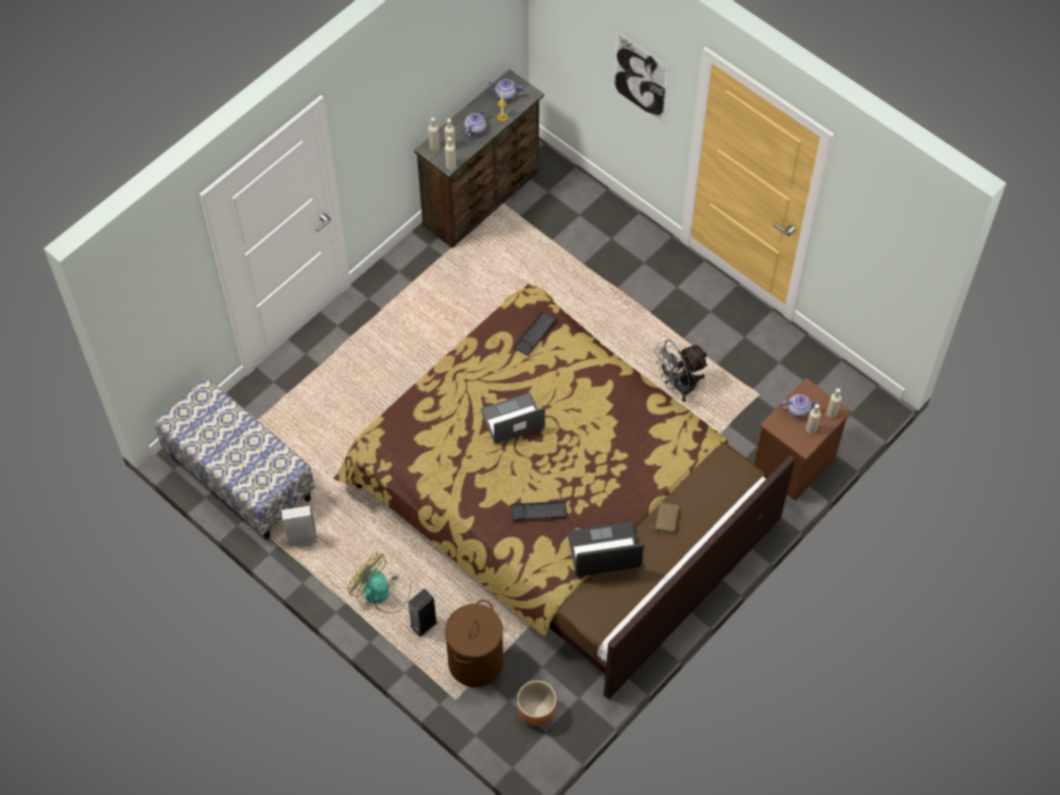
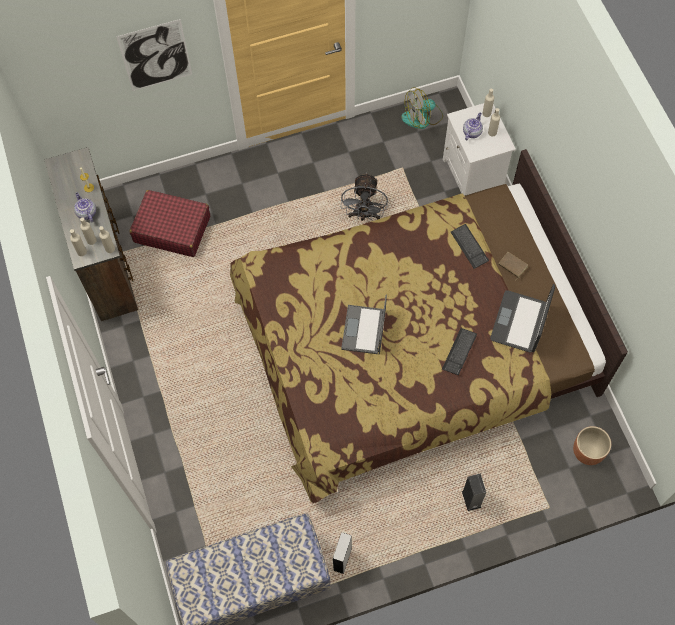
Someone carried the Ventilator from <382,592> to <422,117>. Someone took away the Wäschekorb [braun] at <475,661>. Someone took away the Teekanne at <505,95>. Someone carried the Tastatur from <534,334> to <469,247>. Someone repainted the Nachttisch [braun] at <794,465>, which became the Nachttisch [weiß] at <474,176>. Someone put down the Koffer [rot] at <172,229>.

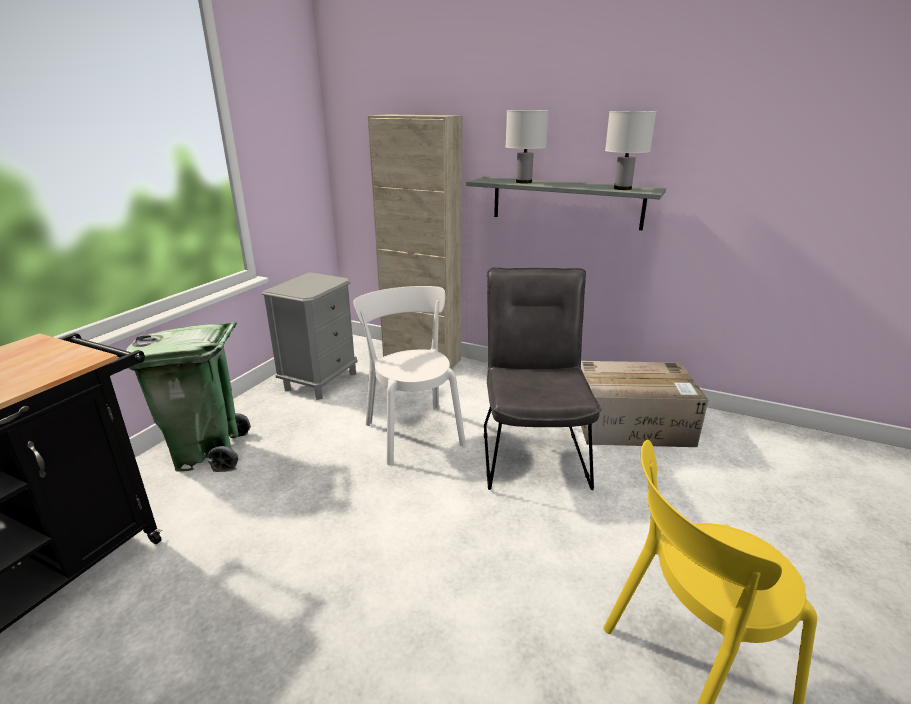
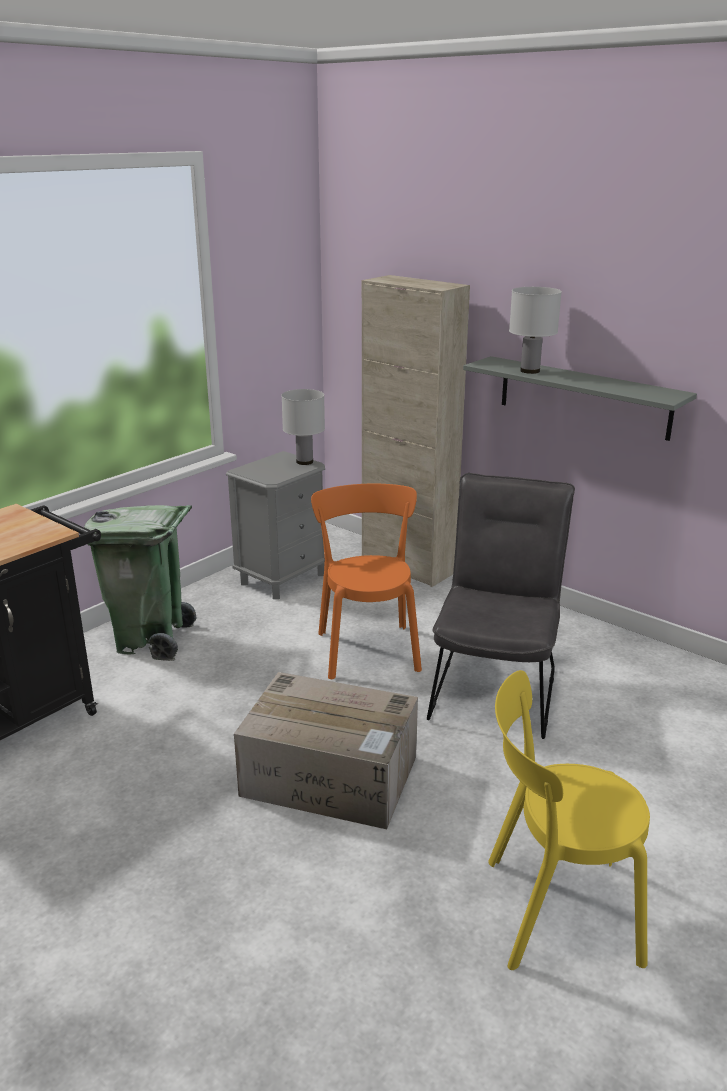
Someone repainted the Stuhl [weiß] at <412,431>, which became the Stuhl [orange] at <367,648>. Someone carried the Karton from <633,424> to <332,776>. Someone carried the Tischlampe [weiß] from <622,188> to <304,462>.

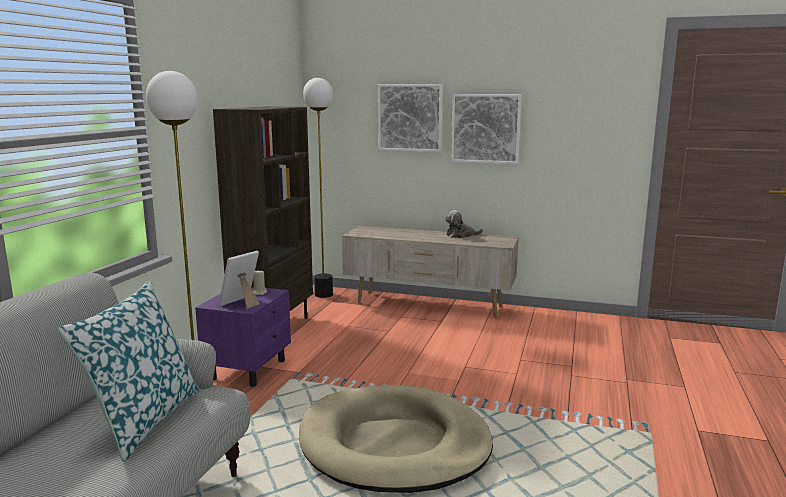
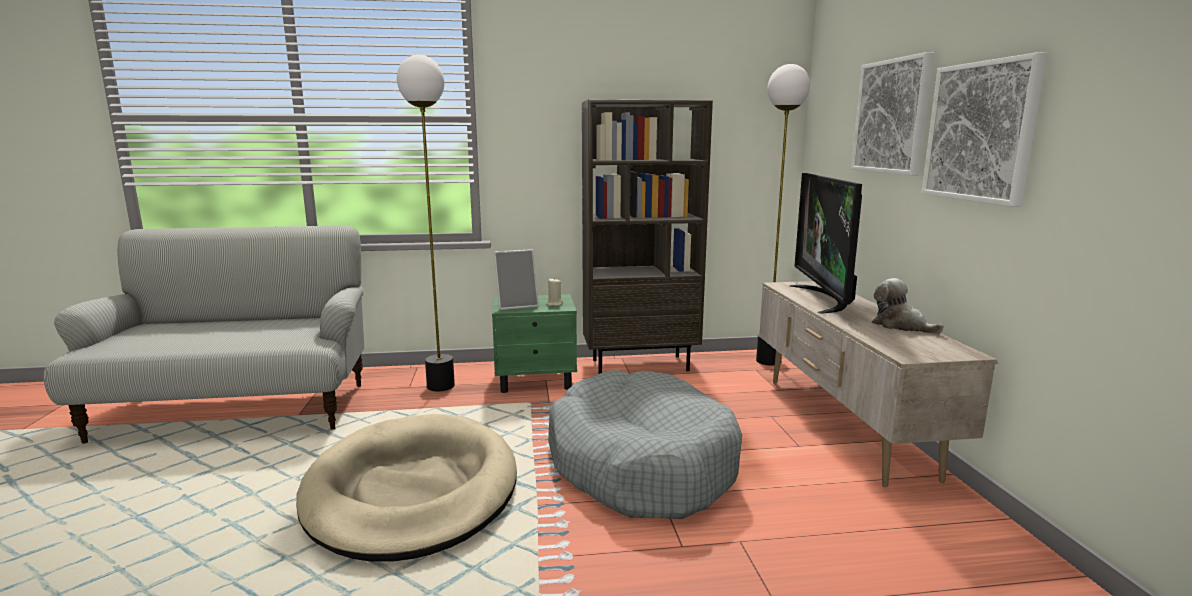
Someone took away the Kissen at <144,420>. Someone repainted the Nachttisch [lila] at <249,369>, which became the Nachttisch [grün] at <536,381>. Someone rotated the Bilderrahmen at <241,303> by 150 degrees clockwise. Someone put down the Hundebett [grau] at <640,464>. Someone put down the Fernseher at <824,299>.

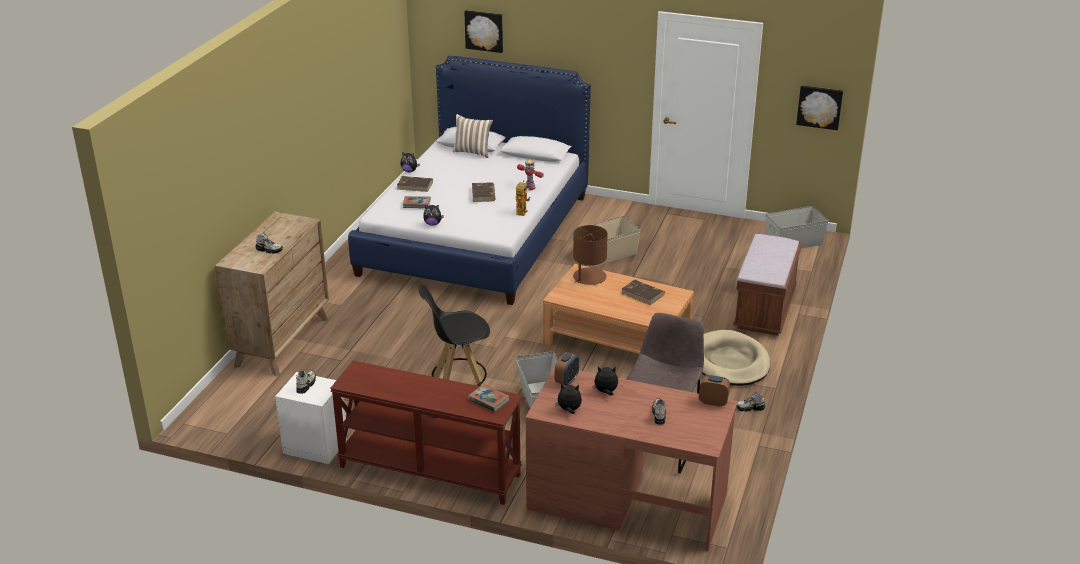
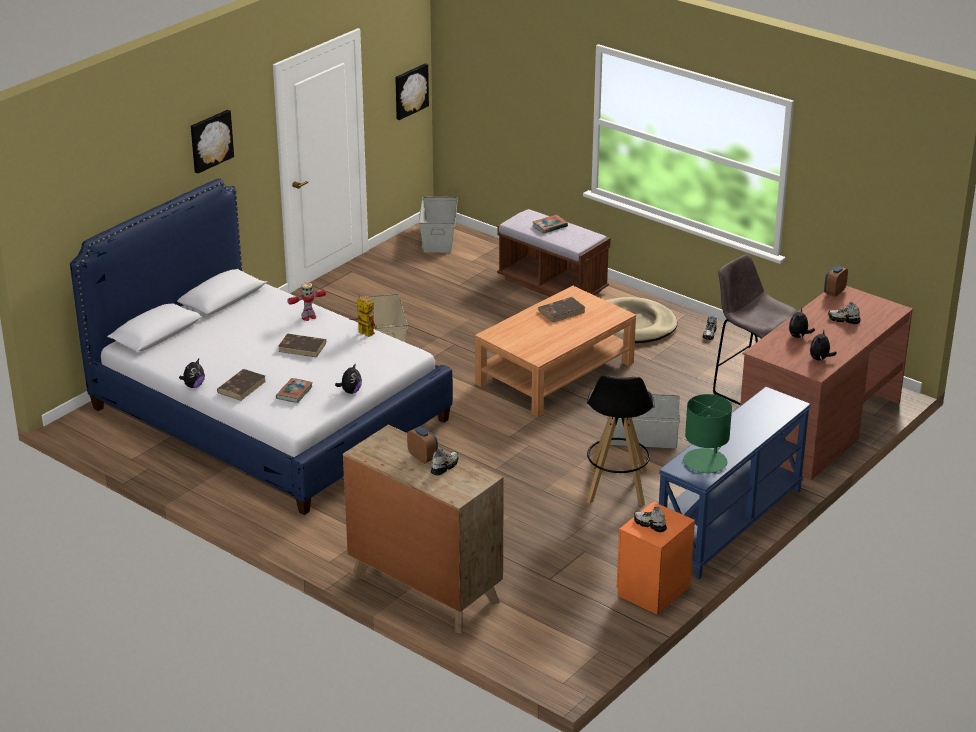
Someone repainted the Nachttisch [weiß] at <315,445>, which became the Nachttisch [orange] at <651,591>. Someone repainted the Konsolentisch [braun] at <428,471>, which became the Konsolentisch [blau] at <730,525>. Someone took away the Kissen at <473,152>. Someone carried the Bild from <484,30> to <210,140>. Someone carried the Buch from <488,400> to <549,226>. Someone carried the Wecker from <566,380> to <423,458>. Someone took away the Tischlampe [braun] at <589,277>. Someone put down the Tischlampe [grün] at <705,462>.

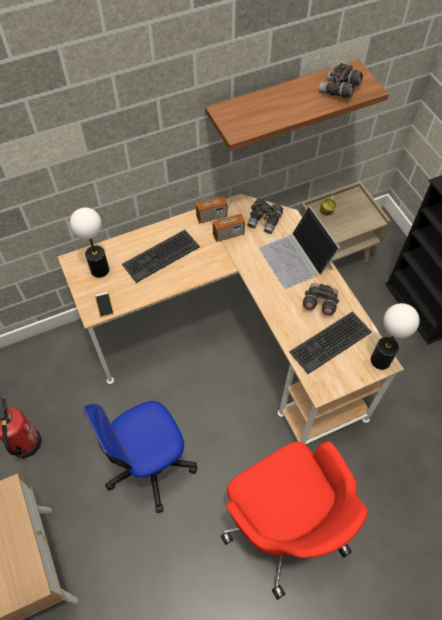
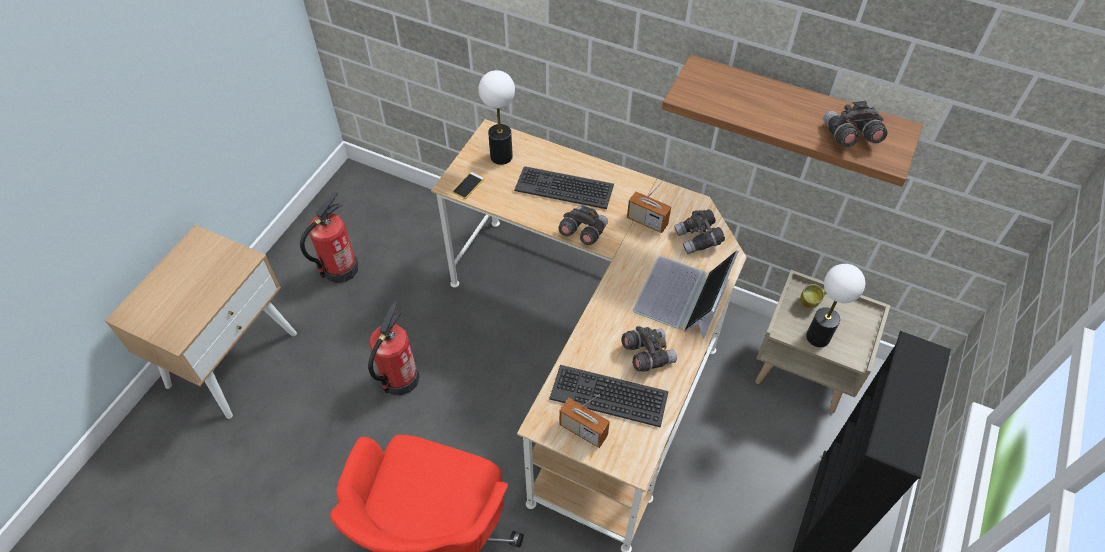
Someone swapped the Bürostuhl at <150,464> for the Feuerlöscher at <399,379>. Someone carried the Radio from <211,216> to <583,430>. Someone carried the Tischlampe from <380,360> to <818,337>. Someone put down the Fernglas [grau] at <582,232>.

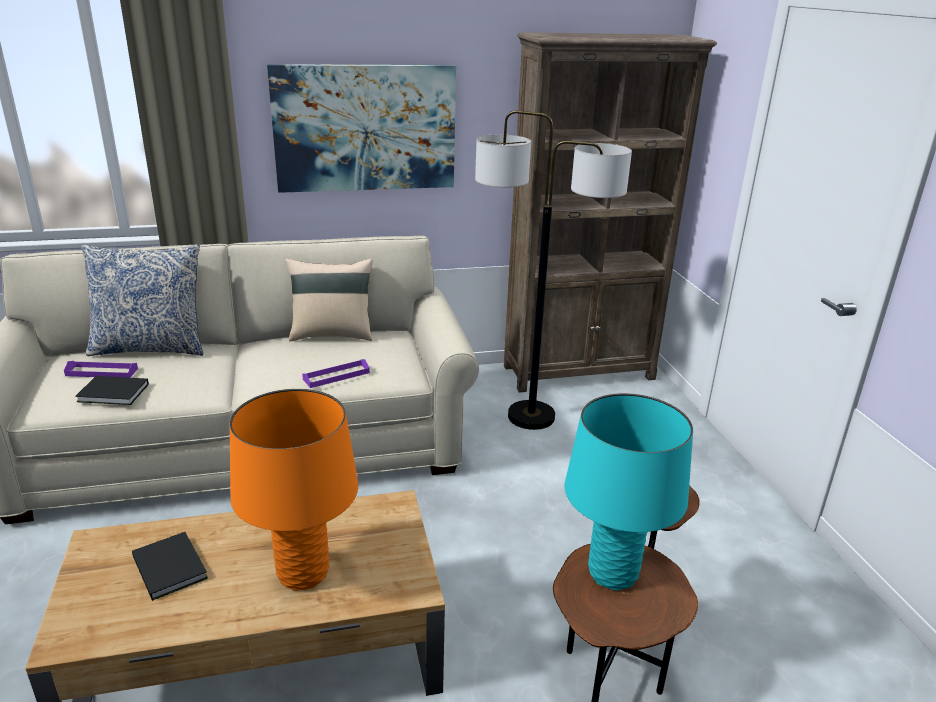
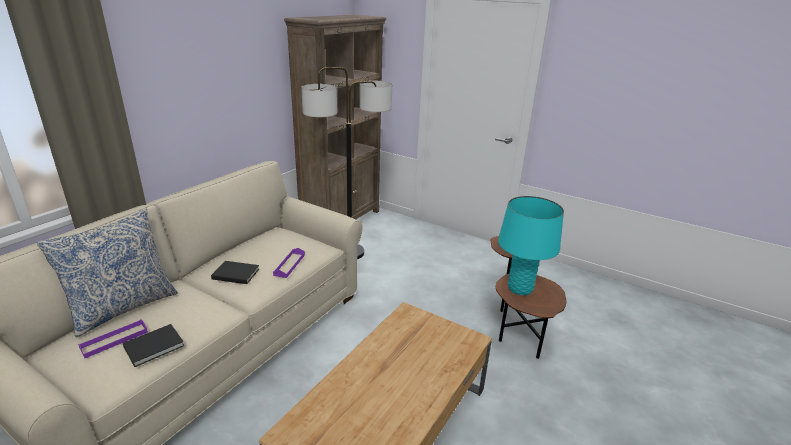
Someone carried the Buch [schwarz] from <170,566> to <235,273>. Someone took away the Tischlampe [orange] at <303,573>. Someone took away the Bild at <365,128>. Someone took away the Kissen [beige] at <332,334>.

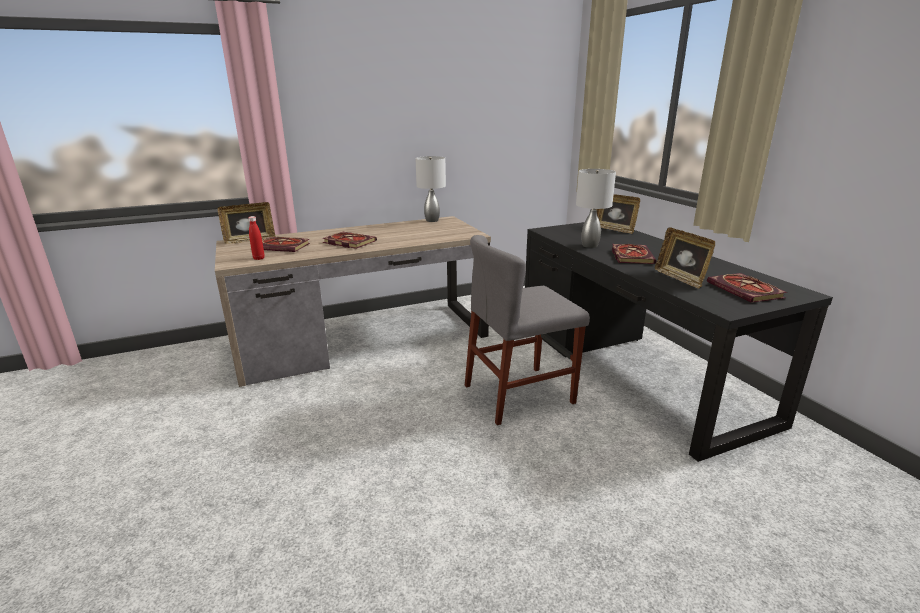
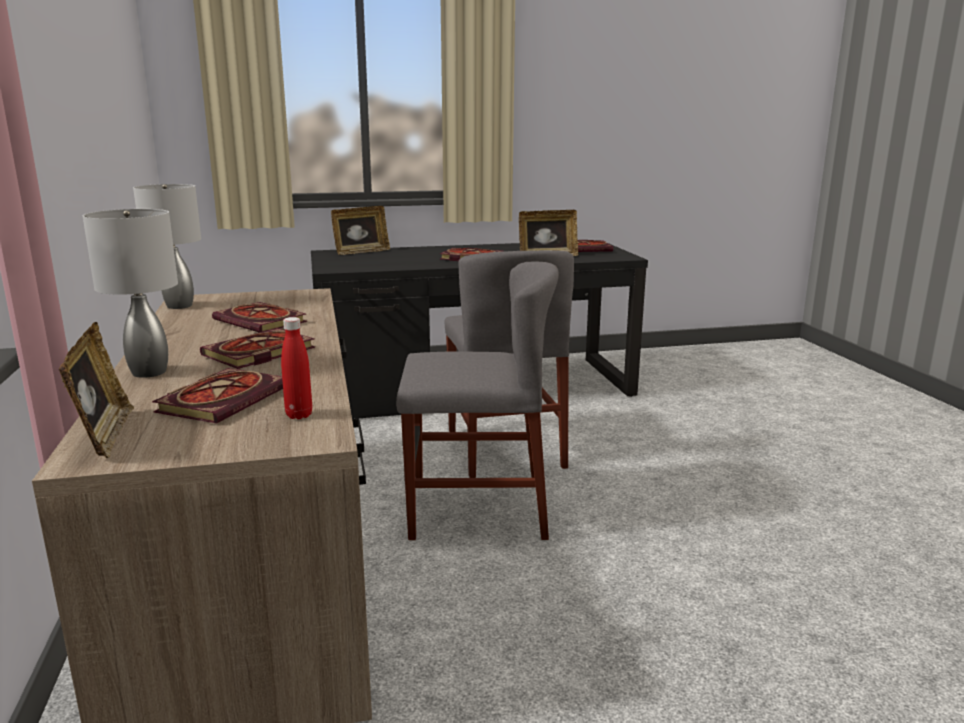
Someone carried the Tischlampe [grau] from <589,245> to <148,372>. Someone put down the Buch at <263,321>. Someone put down the Stuhl [grau] at <477,510>.

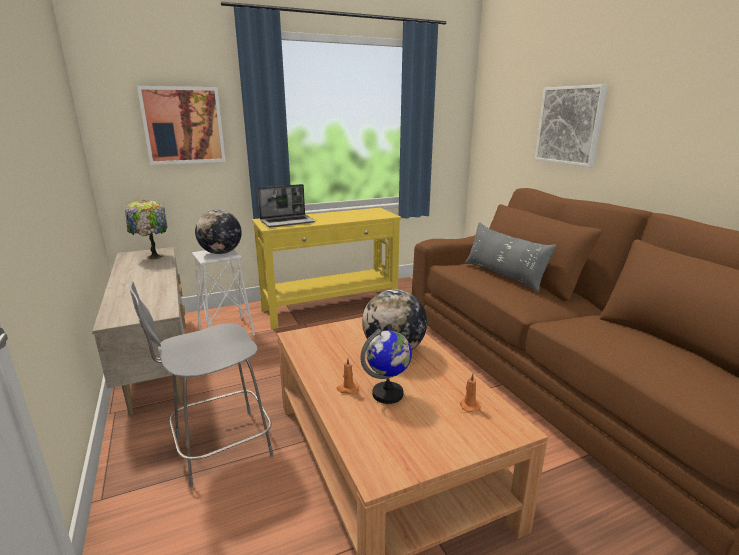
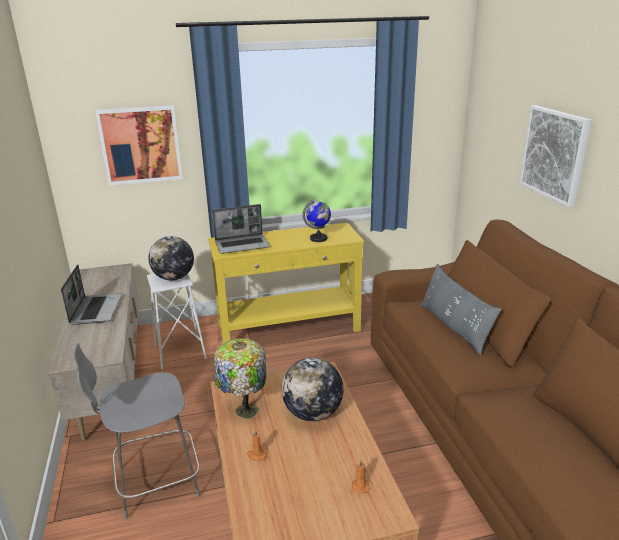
Someone carried the Tischlampe from <153,256> to <244,410>. Someone carried the Globus from <388,394> to <319,239>. Someone put down the Laptop at <96,310>.

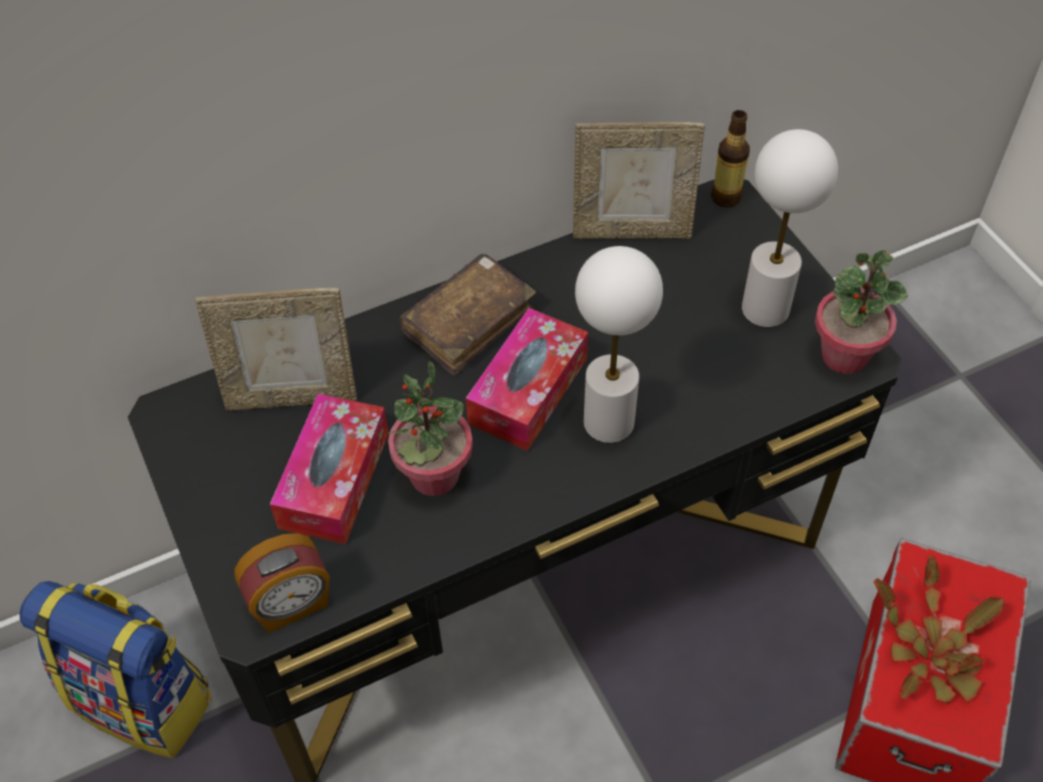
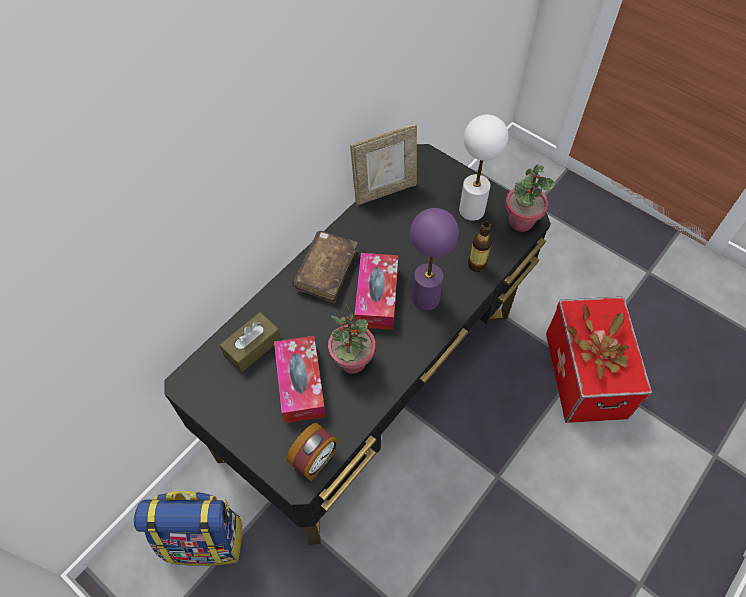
Someone swapped the Bilderrahmen at <292,396> for the Taschentuchbox [braun] at <252,347>. Someone repainted the Tischlampe [weiß] at <609,422>, which became the Tischlampe [lila] at <426,298>. Someone carried the Flasche from <725,197> to <477,264>.

